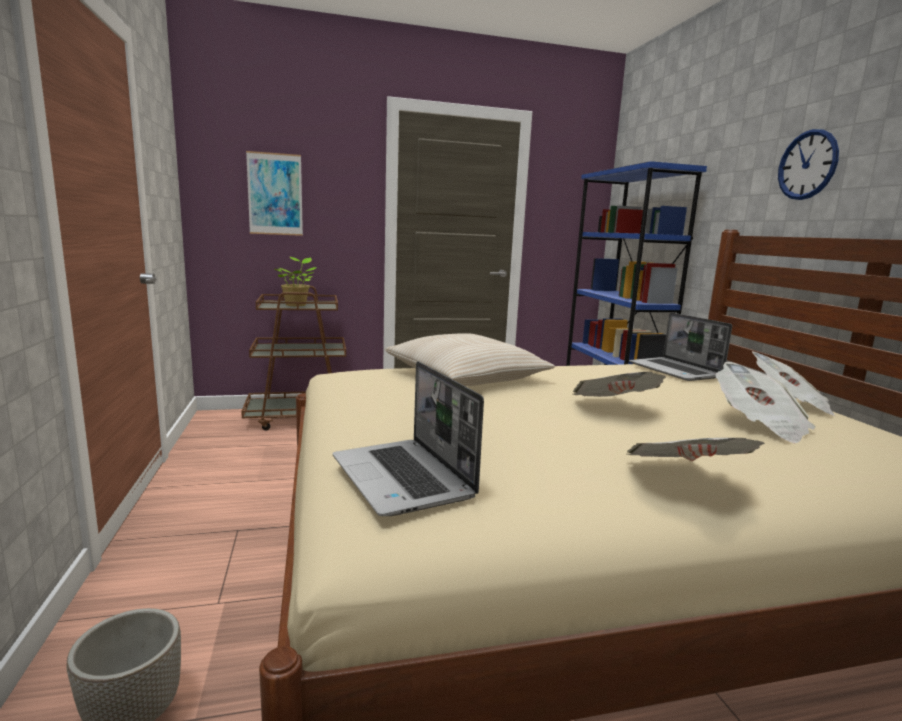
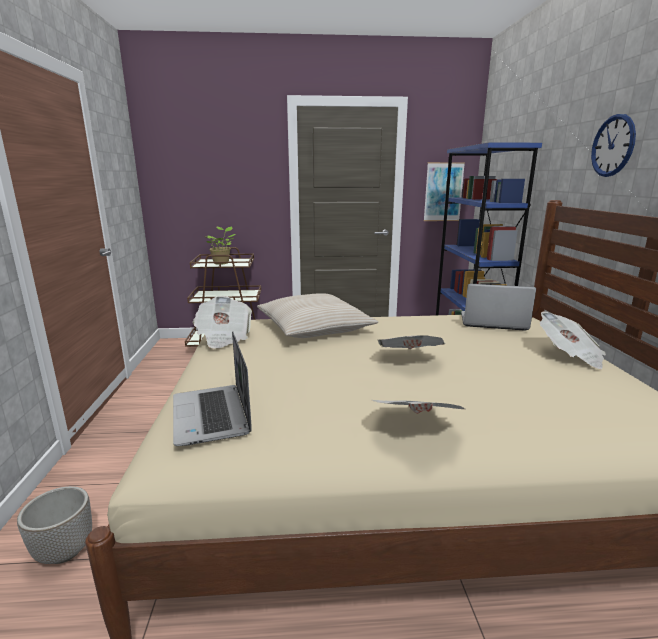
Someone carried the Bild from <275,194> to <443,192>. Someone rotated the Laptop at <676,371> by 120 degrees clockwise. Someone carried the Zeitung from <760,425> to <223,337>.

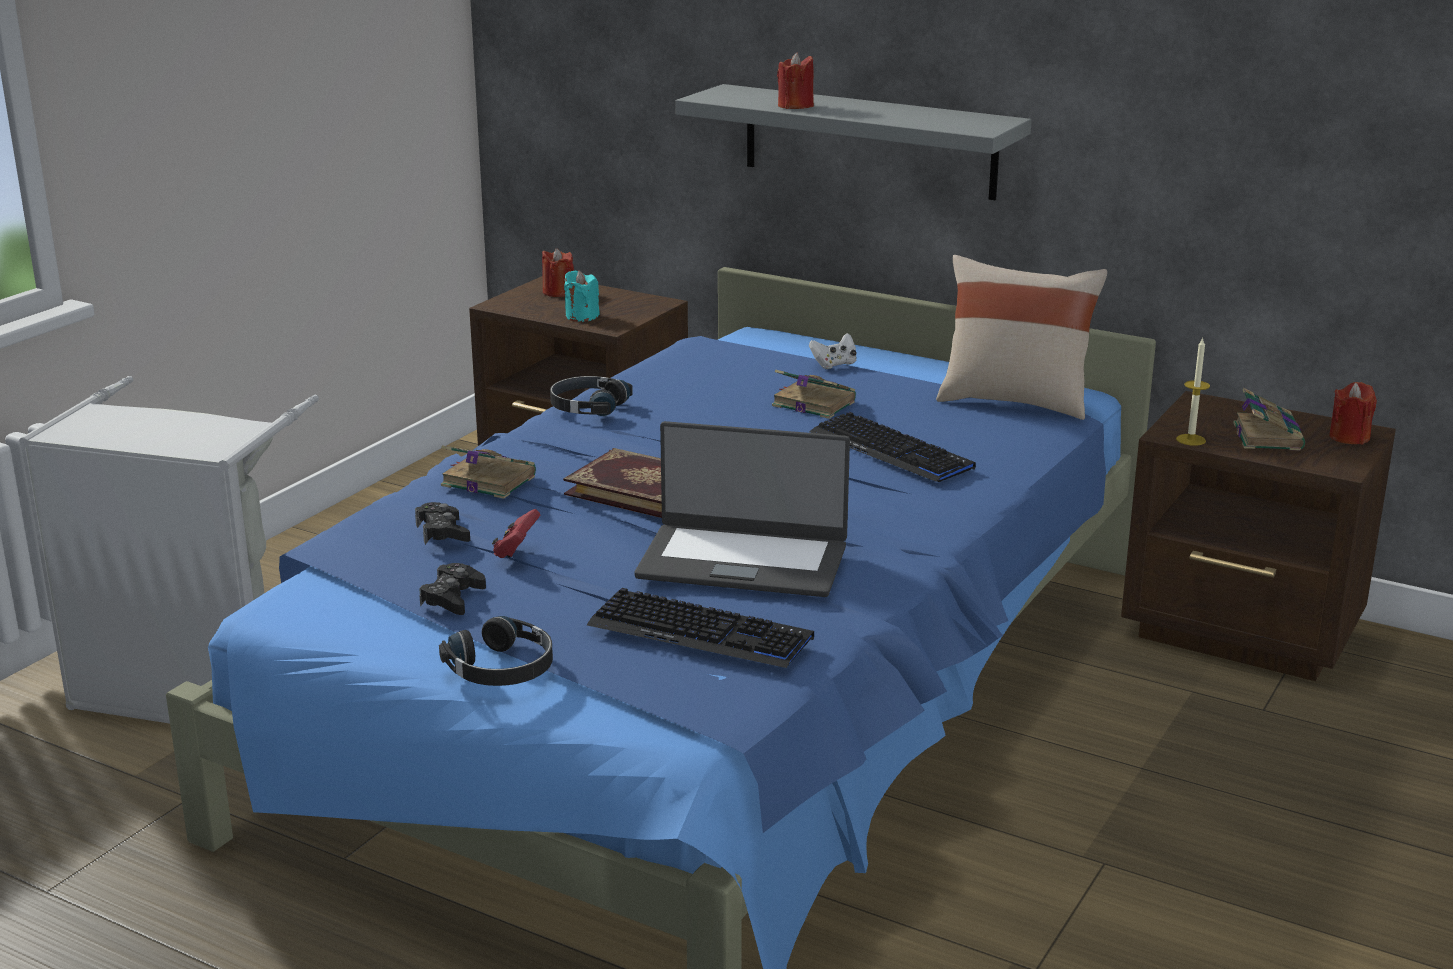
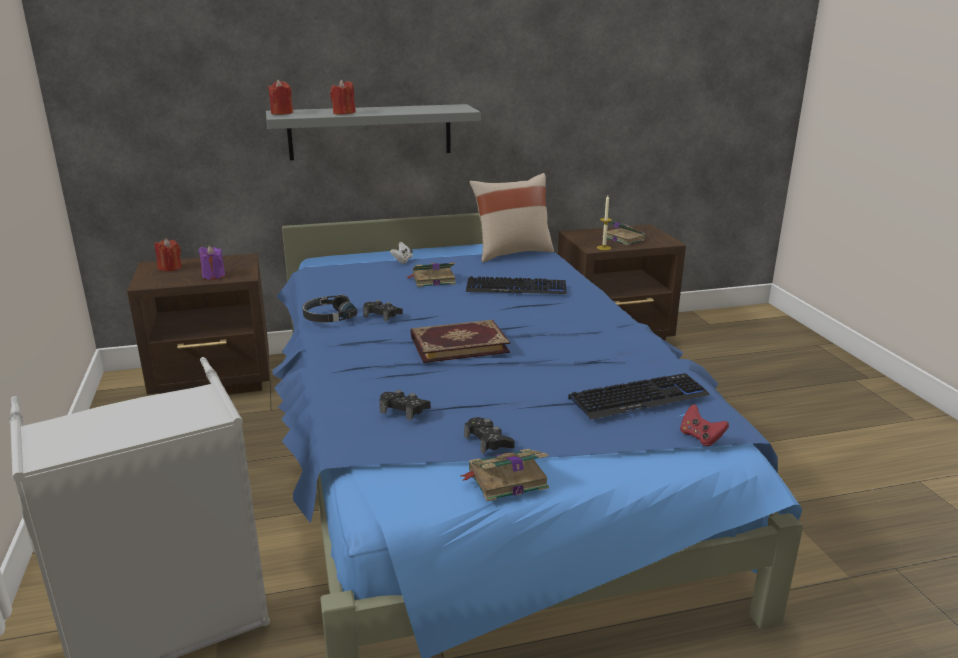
Someone took away the Kopfhörer [schwarz] at <502,668>. Someone carried the Buch from <486,480> to <505,480>. Someone carried the Gamepad [rot] from <516,551> to <700,437>. Someone repainted the Kerze [türkis] at <581,316>, which became the Kerze [lila] at <213,276>. Someone took away the Laptop at <743,560>. Someone carried the Kerze [rot] from <1349,437> to <282,113>. Someone put down the Gamepad [schwarz] at <382,315>.

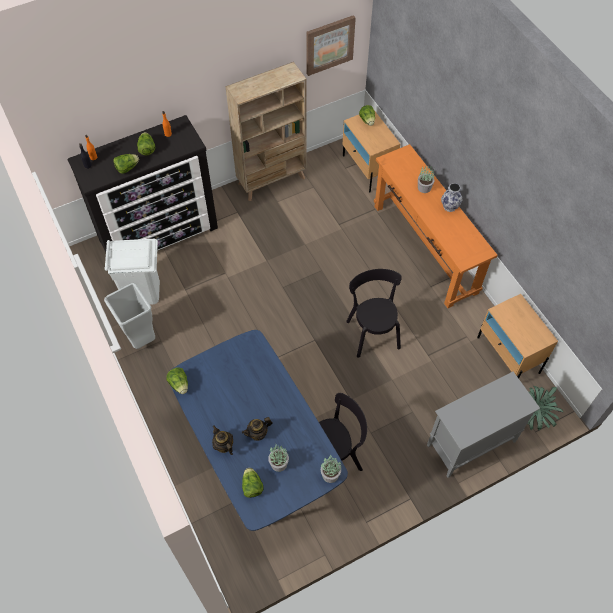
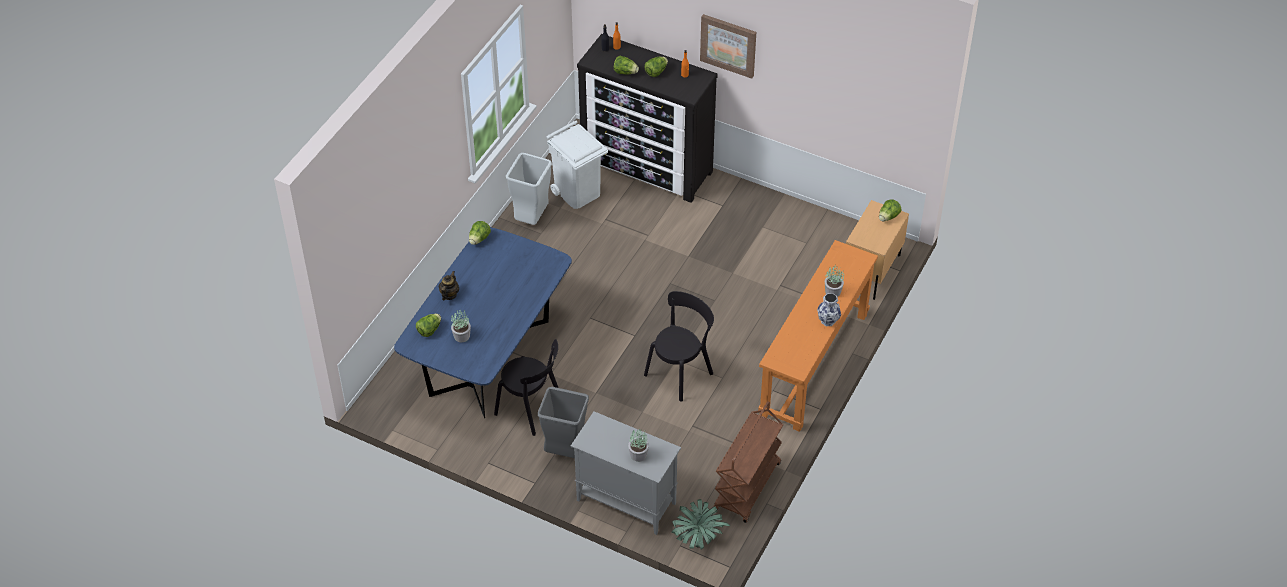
Someone took away the Bücherregal [beige] at <272,181>. Someone took away the Teekanne at <258,433>. Someone carried the Bild from <329,44> to <728,45>. Someone carried the Topfpflanze from <330,474> to <639,455>. Someone swapped the Nachttisch [beige] at <508,355> for the Rollwagen [braun] at <747,487>. Someone put down the Mülleimer [grau] at <565,453>.

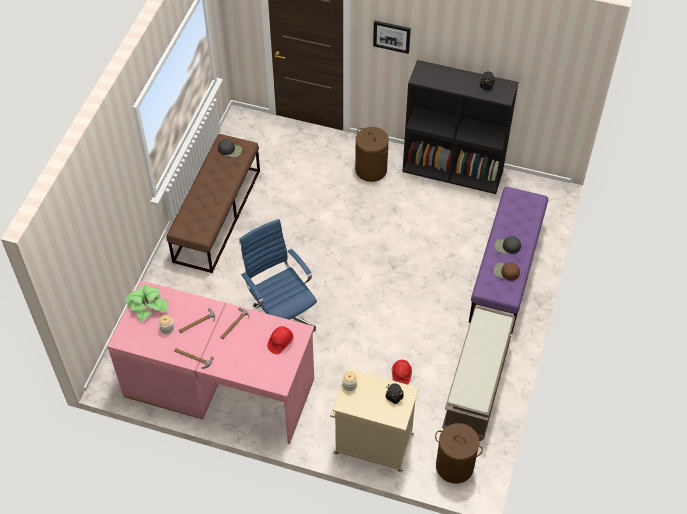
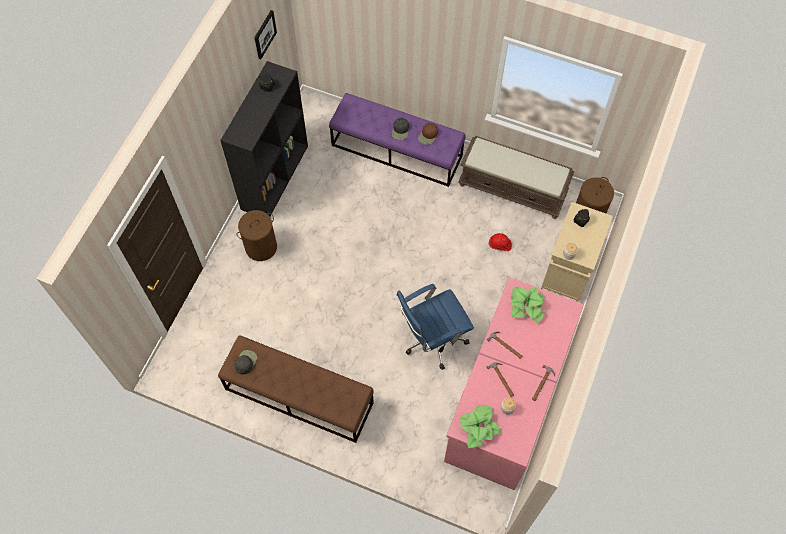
Someone swapped the Schutzhelm [rot] at <280,342> for the Topfpflanze at <526,306>. Someone carried the Bild from <392,36> to <264,34>.

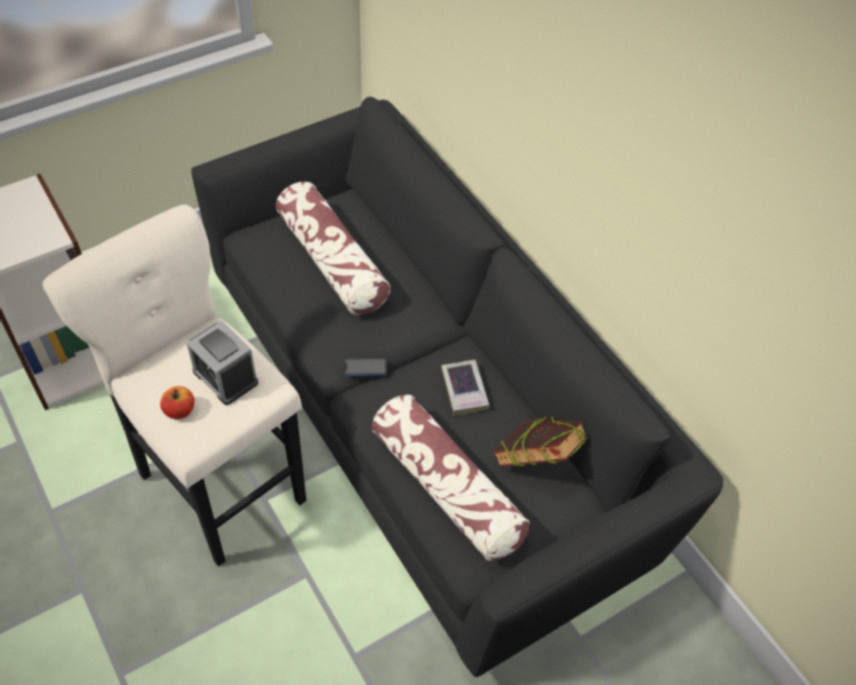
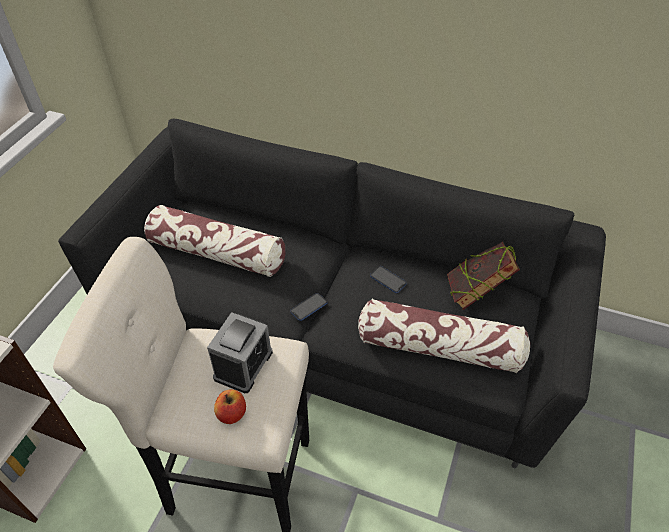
Someone rotated the Wecker at <225,377> by 75 degrees counterclockwise. Someone swapped the Buch at <464,390> for the Handy at <388,280>.

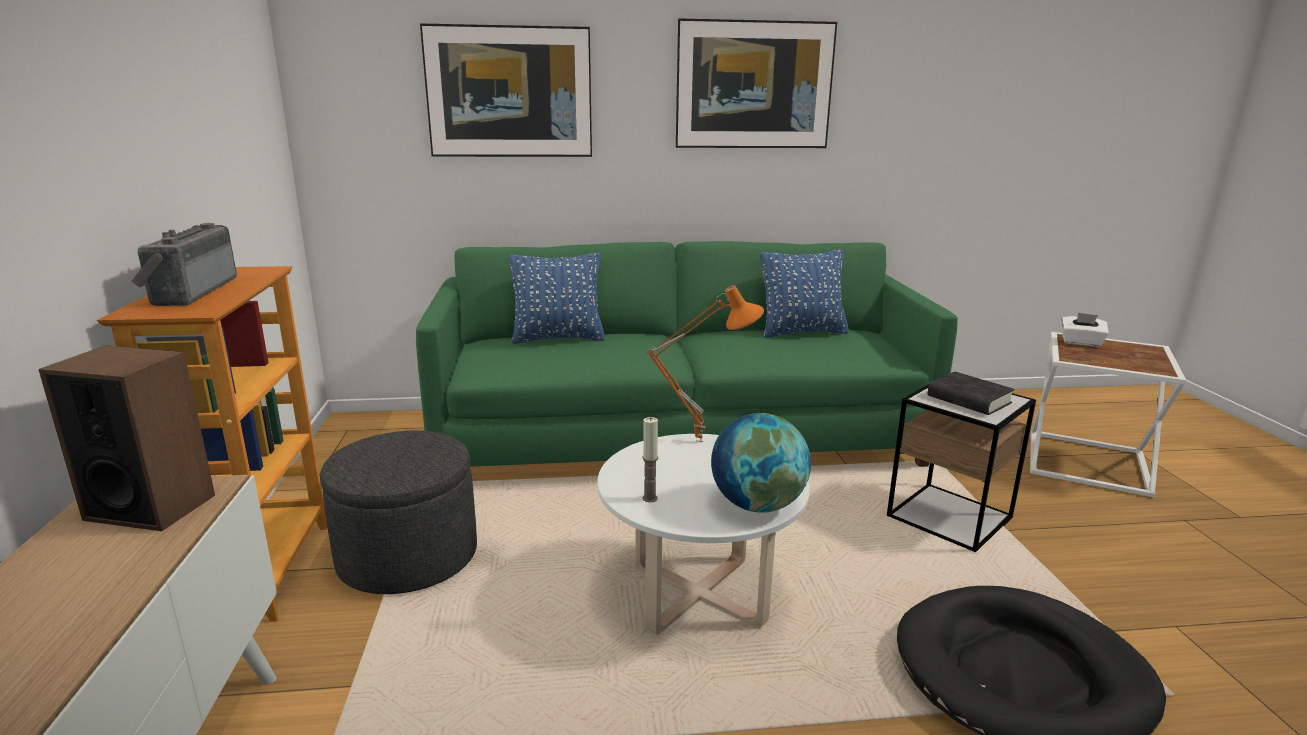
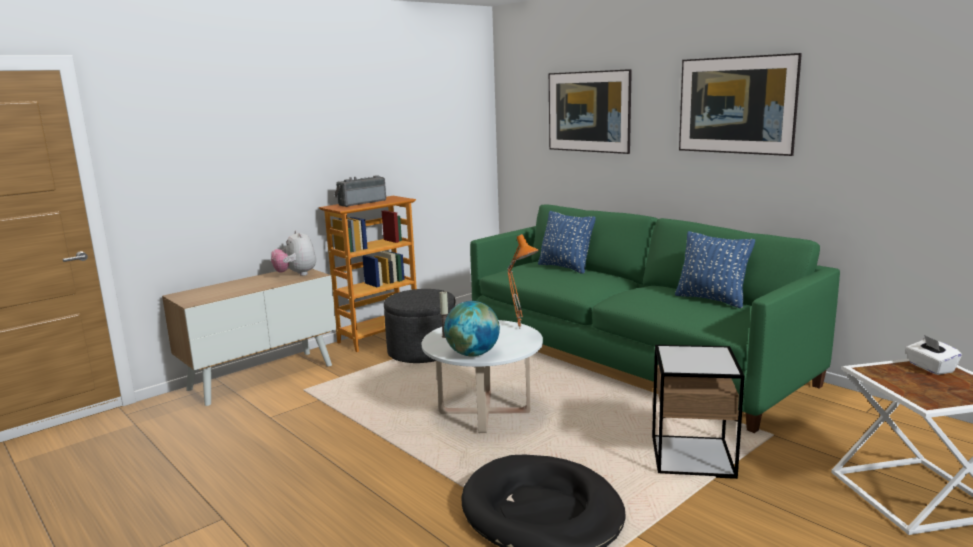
Someone swapped the Lautsprecher at <151,507> for the Plüschtier at <296,274>. Someone took away the Buch [schwarz] at <969,399>.

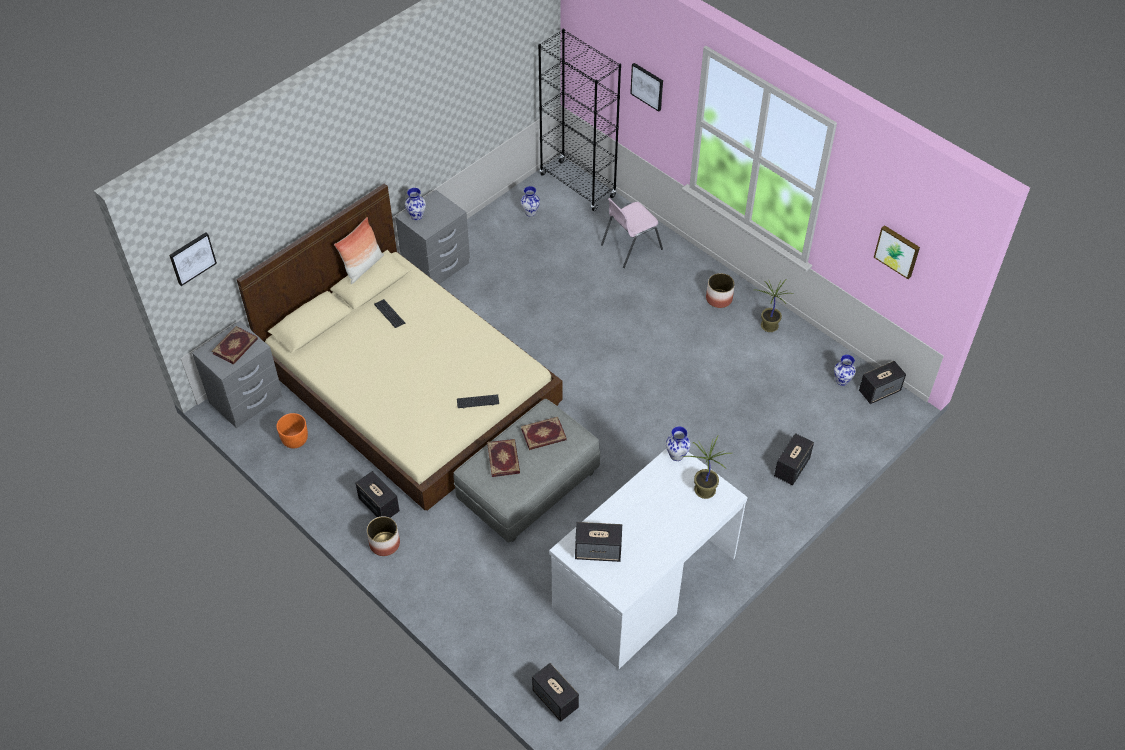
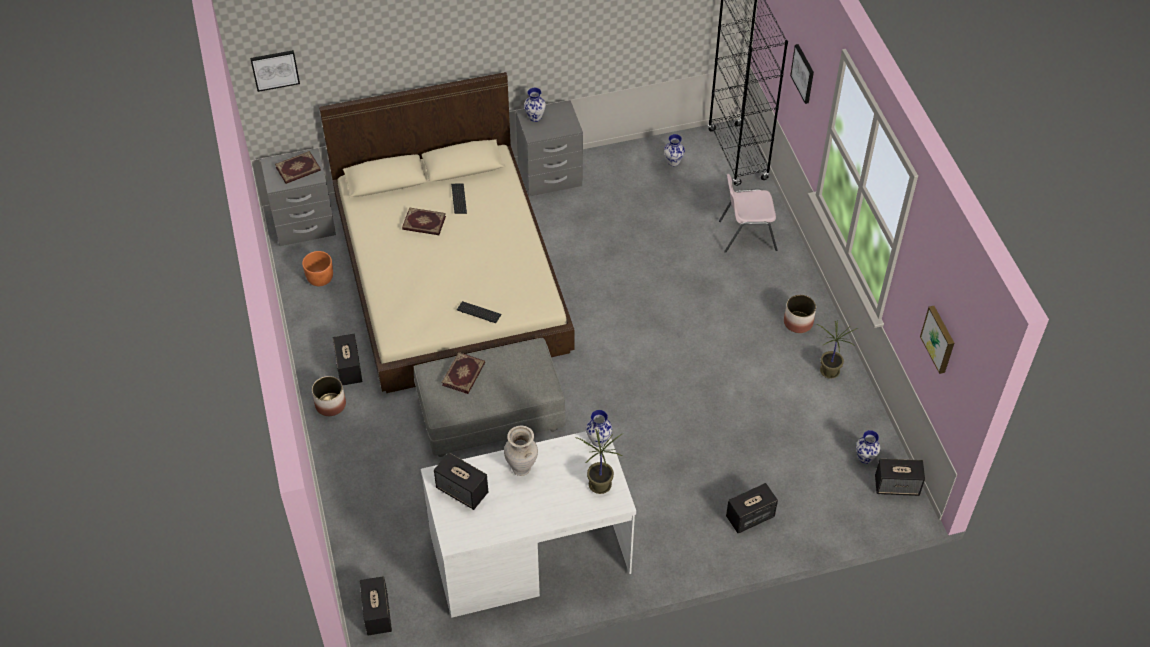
Someone took away the Kissen at <363,267>. Someone carried the Buch from <543,435> to <424,223>. Someone put down the Vase [beige] at <522,468>.

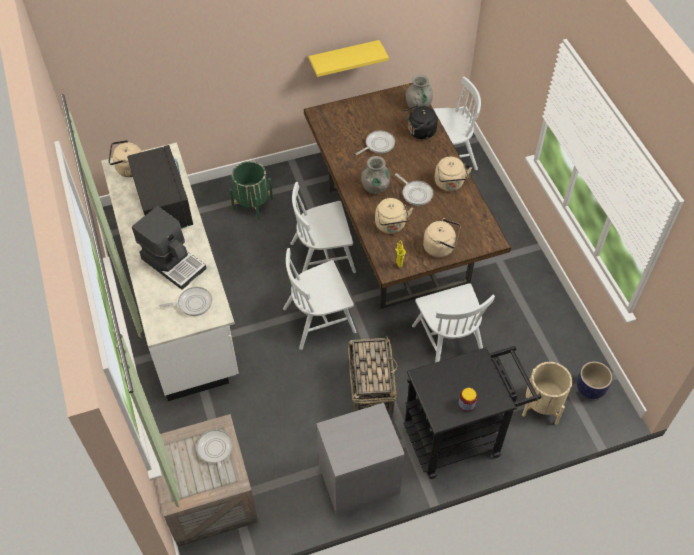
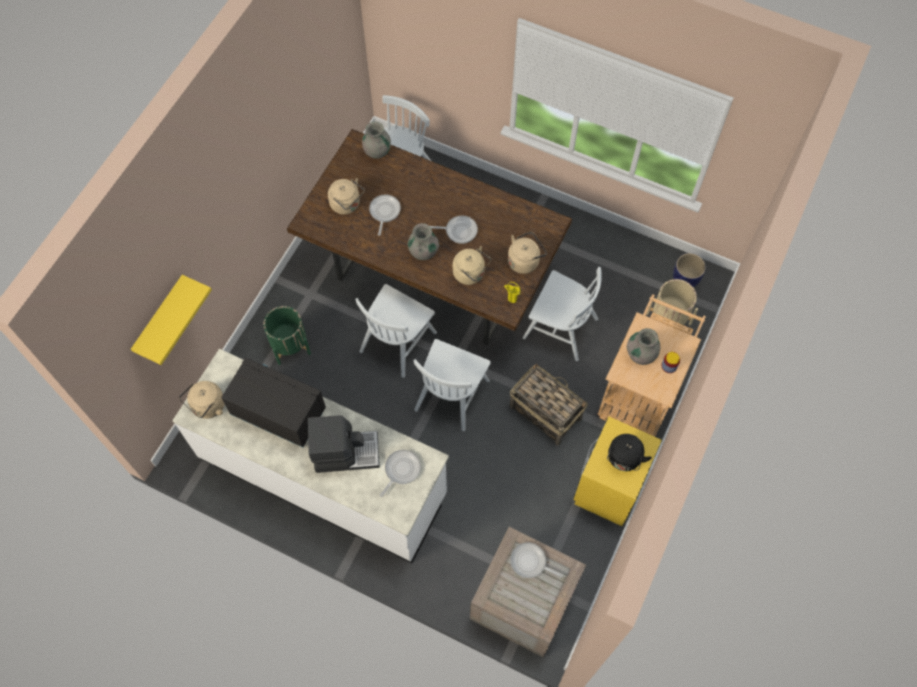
Someone carried the Wandregal [gelb] from <344,58> to <161,318>. Someone repainted the Nachttisch [grau] at <358,478>, which became the Nachttisch [gelb] at <608,486>. Someone repainted the Rollwagen [schwarz] at <460,436>, which became the Rollwagen [beige] at <641,391>. Someone carried the Wasserkessel [schwarz] from <420,132> to <624,459>. Someone carried the Wasserkessel [beige] from <449,184> to <347,205>. Someone put down the Vase [grau] at <641,354>.

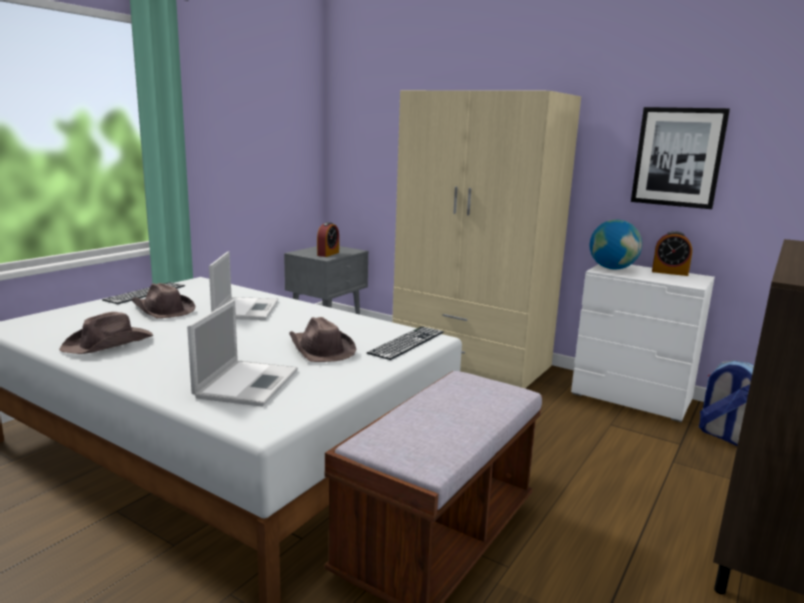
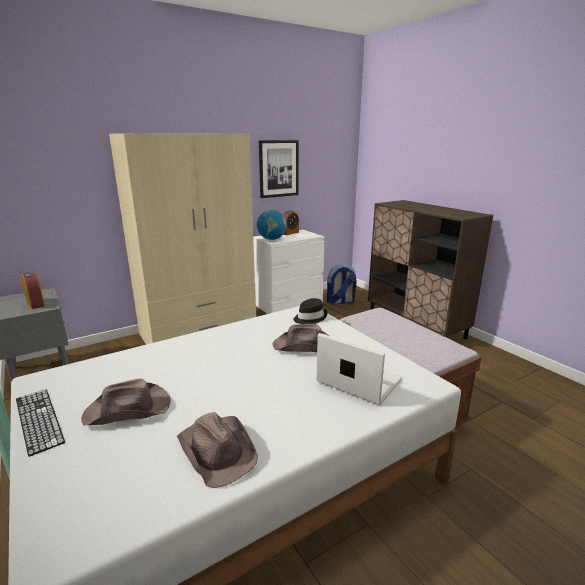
Someone took away the Laptop at <246,309>. Someone swapped the Tastatur at <407,342> for the Hut [schwarz] at <309,317>.

